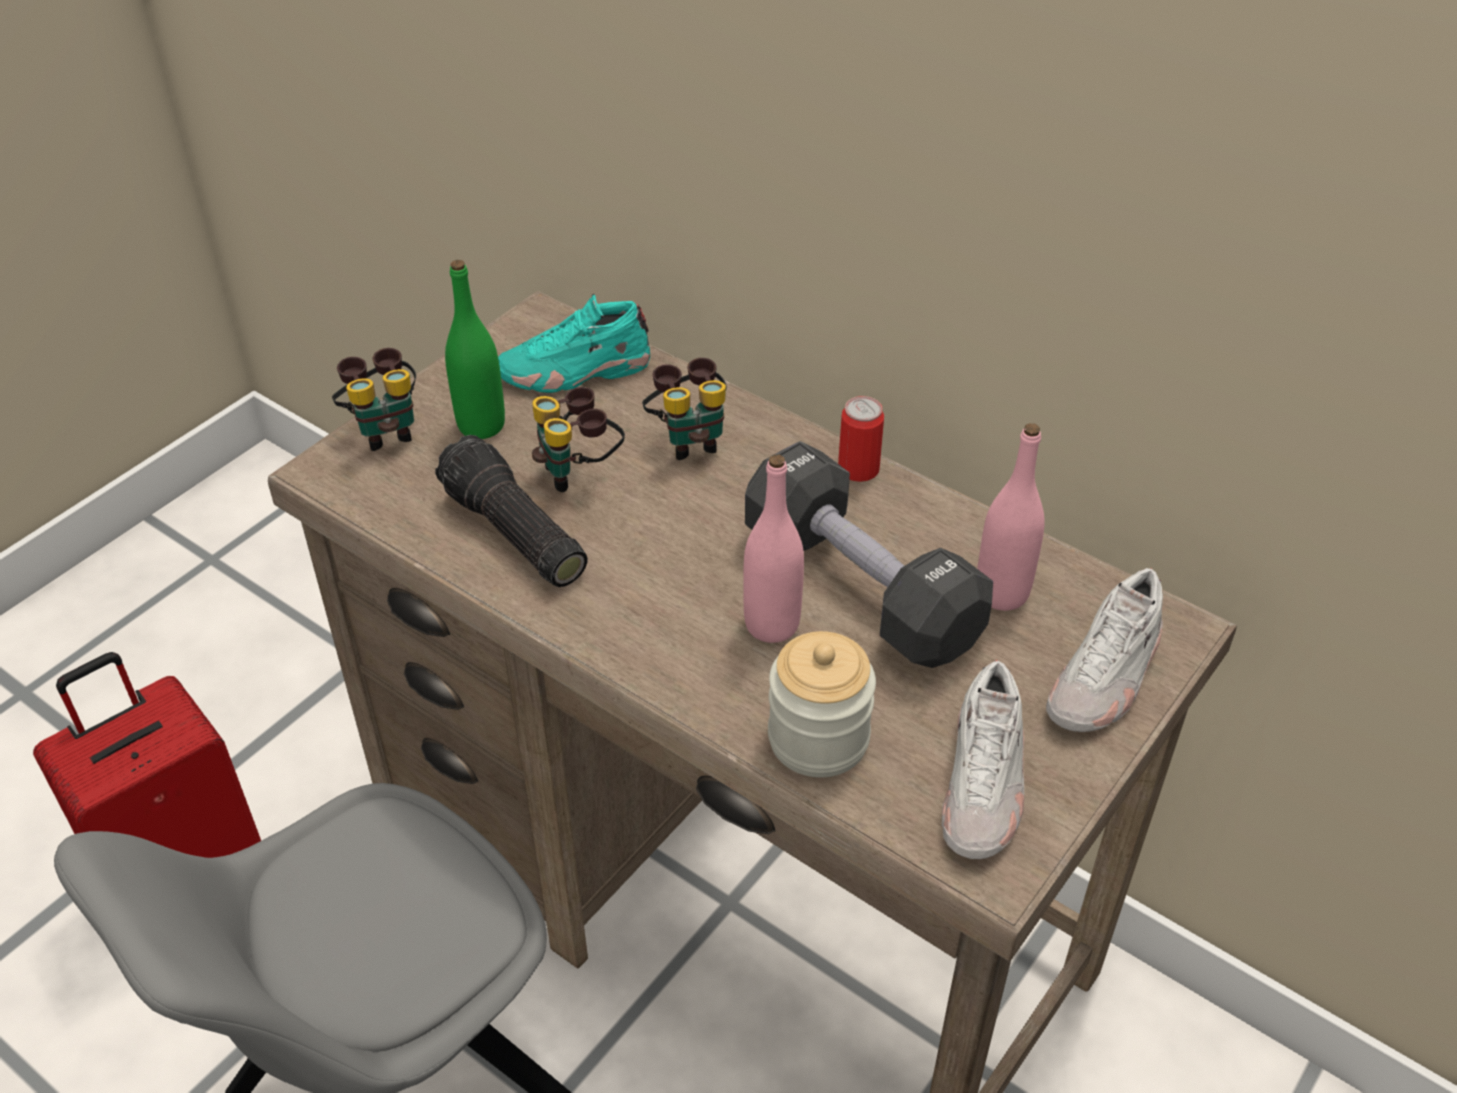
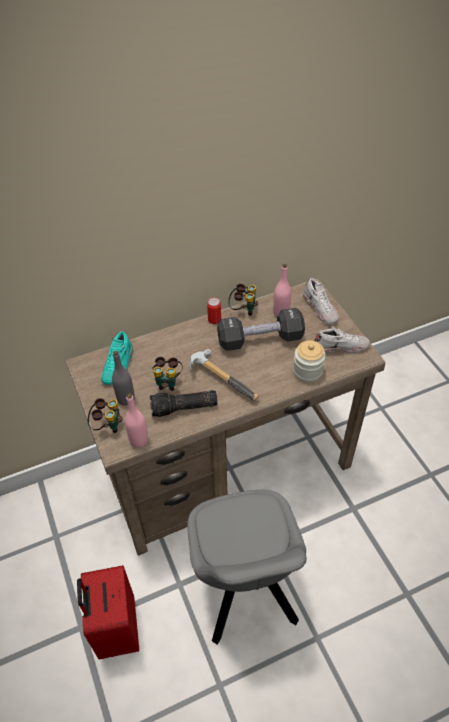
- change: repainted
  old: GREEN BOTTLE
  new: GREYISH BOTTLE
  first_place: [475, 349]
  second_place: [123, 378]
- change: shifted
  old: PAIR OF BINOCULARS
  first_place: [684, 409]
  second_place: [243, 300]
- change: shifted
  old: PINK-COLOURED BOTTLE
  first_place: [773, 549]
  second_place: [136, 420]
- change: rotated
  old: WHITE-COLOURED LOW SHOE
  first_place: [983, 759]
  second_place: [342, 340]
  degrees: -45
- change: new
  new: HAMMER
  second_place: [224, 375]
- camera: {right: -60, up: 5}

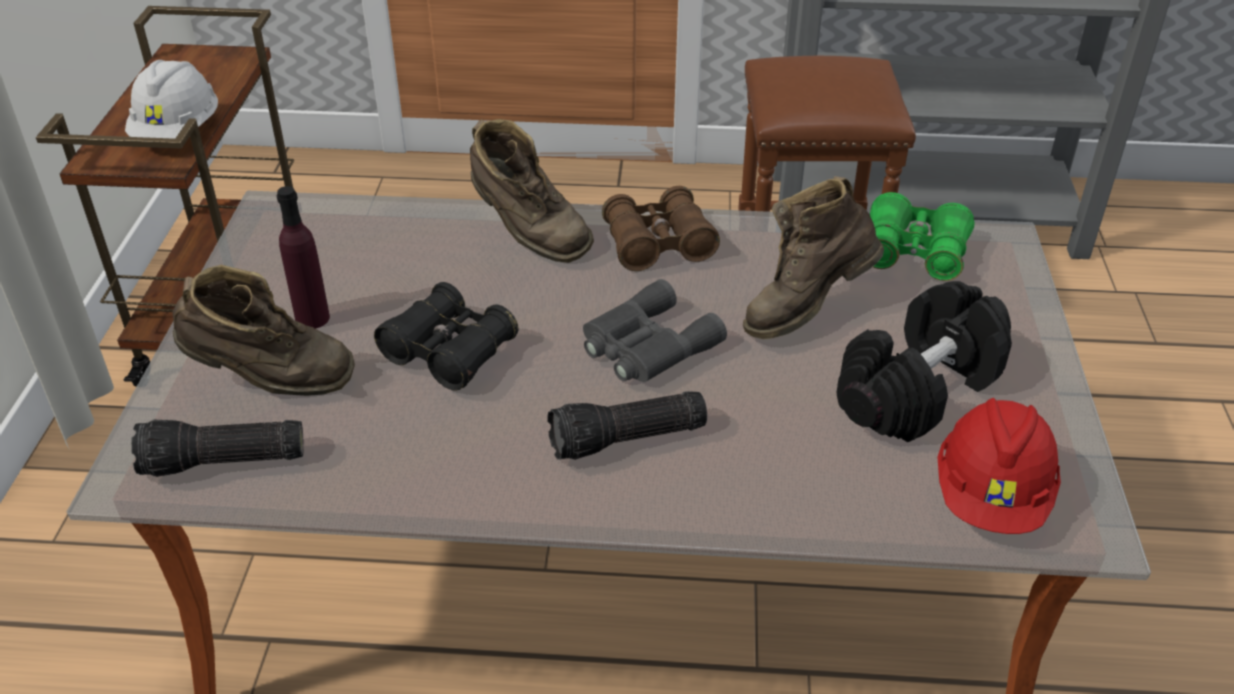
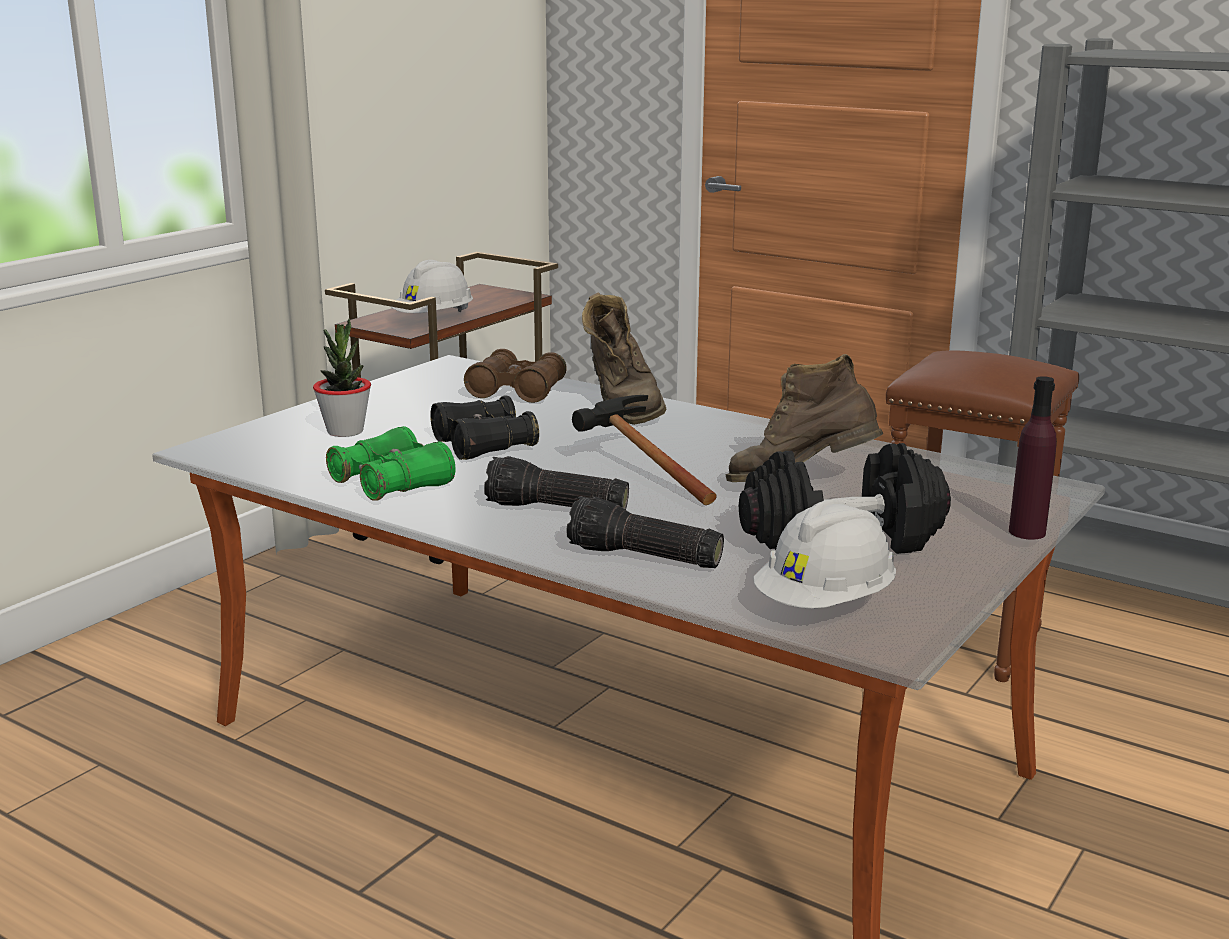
- change: shifted
  old: FLASHLIGHT
  first_place: [217, 448]
  second_place: [645, 532]
- change: swapped
  old: BROWN HIGH-TOP BOOT
  new: PLANT IN A POT
  first_place: [263, 330]
  second_place: [342, 378]
- change: shifted
  old: PURPLE BOTTLE
  first_place: [303, 257]
  second_place: [1033, 458]
- change: swapped
  old: GREYISH PAIR OF BINOCULARS
  new: HAMMER
  first_place: [655, 330]
  second_place: [644, 450]
- change: shifted
  old: BROWN PAIR OF BINOCULARS
  first_place: [661, 228]
  second_place: [515, 376]
- change: shifted
  old: GREEN PAIR OF BINOCULARS
  first_place: [922, 236]
  second_place: [390, 463]
- change: repainted
  old: RED-COLOURED HARD HAT
  new: WHITE-COLOURED HARD HAT
  first_place: [999, 466]
  second_place: [824, 554]
- camera: {right: 30, up: -20}

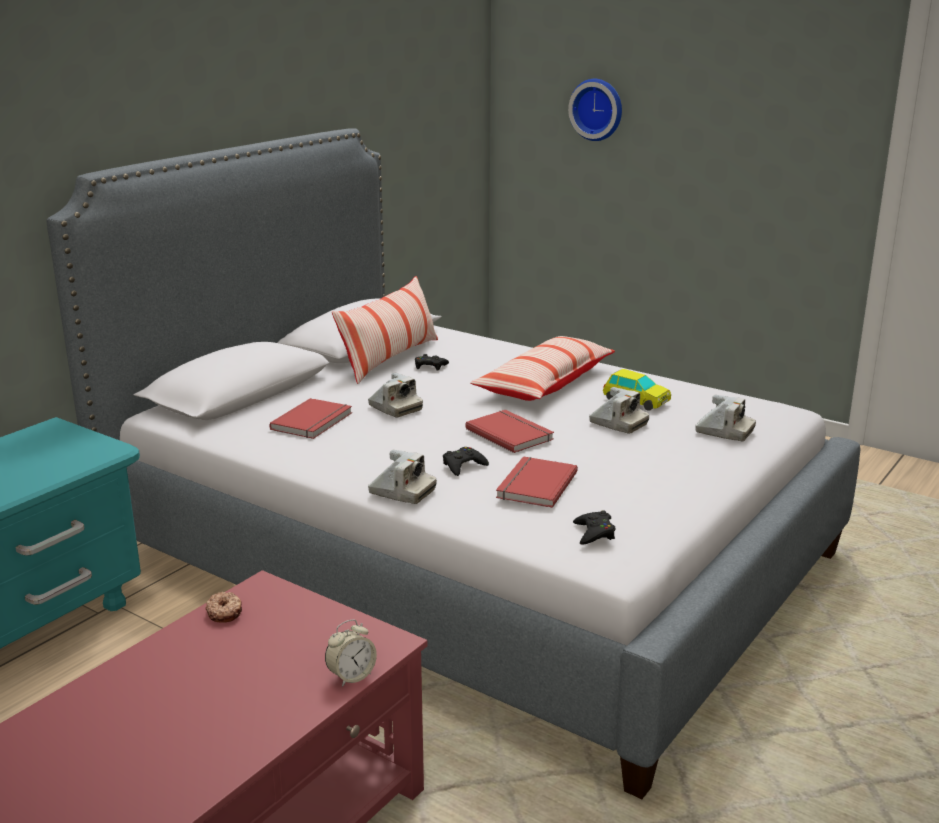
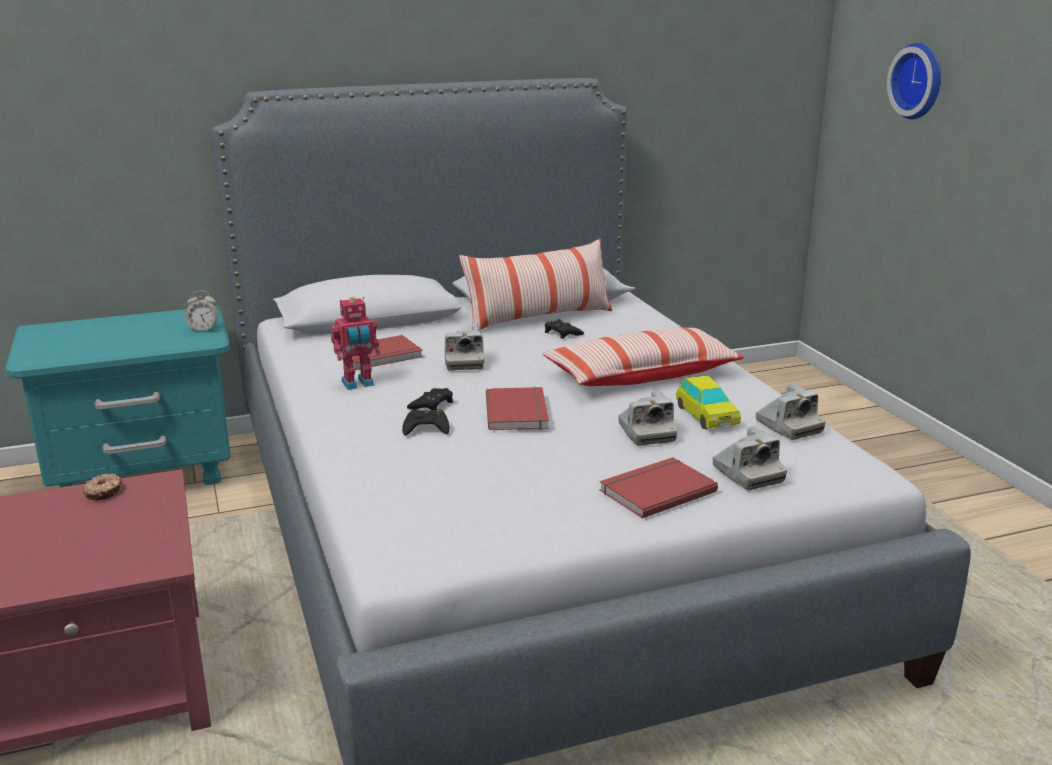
- change: shifted
  old: BEDSIDE CLOCK
  first_place: [351, 653]
  second_place: [202, 311]
- change: shifted
  old: STILL CAMERA
  first_place: [402, 477]
  second_place: [791, 411]
- change: shifted
  old: RED-COLOURED BOUND BOOK
  first_place: [537, 482]
  second_place: [658, 487]
- change: shifted
  old: BLACK GAMEPAD
  first_place: [594, 527]
  second_place: [430, 399]
- change: new
  new: TOY ROBOT
  second_place: [355, 343]
- camera: {right: 35, up: 0}

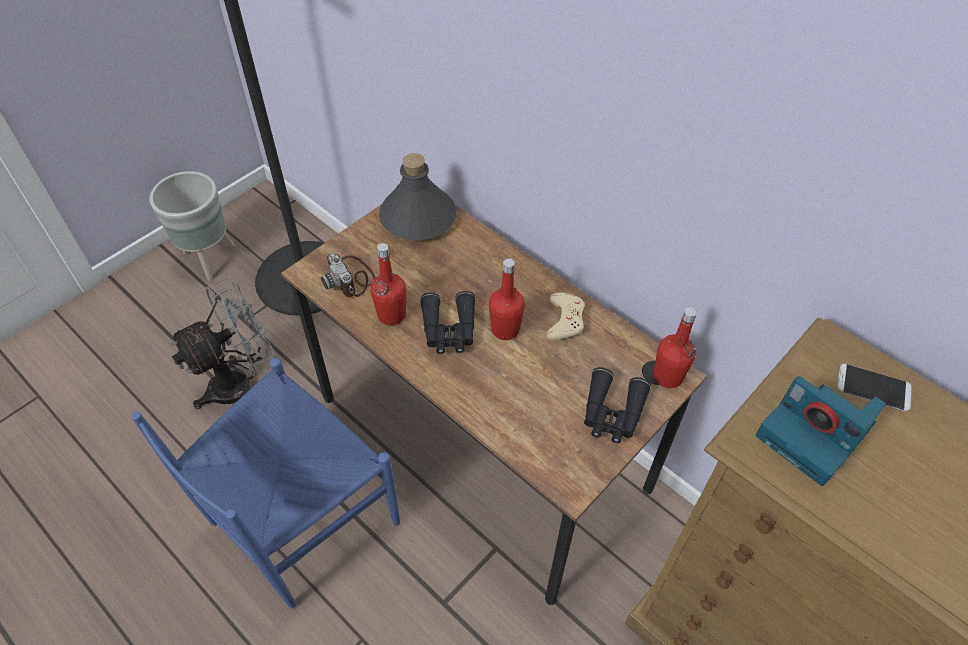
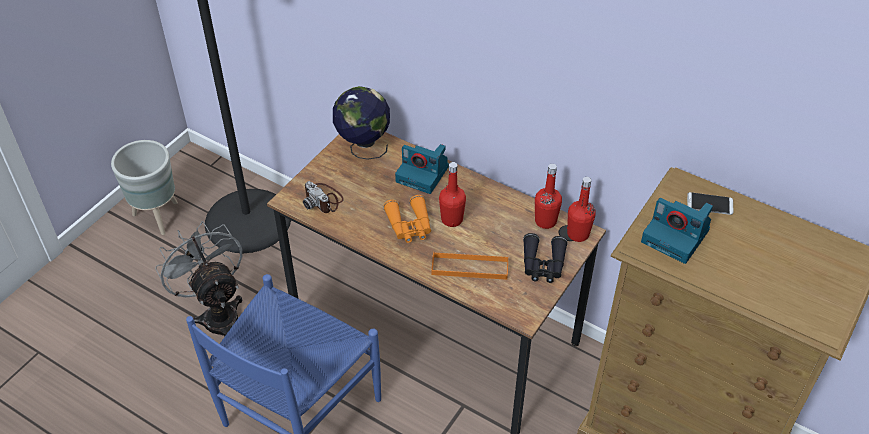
- change: rotated
  old: GREYISH COOLING FAN
  first_place: [222, 343]
  second_place: [198, 278]
  degrees: -75
- change: shifted
  old: RED-COLOURED BOTTLE
  first_place: [388, 284]
  second_place: [548, 196]
- change: swapped
  old: GREYISH BOTTLE
  new: DESK GLOBE
  first_place: [417, 196]
  second_place: [361, 123]
- change: repainted
  old: BLACK PAIR OF BINOCULARS
  new: ORANGEY PAIR OF BINOCULARS
  first_place: [448, 322]
  second_place: [407, 219]
- change: gone
  old: SAND-COLOURED GAMEPAD
  first_place: [565, 316]
- change: new
  new: STILL CAMERA
  second_place: [422, 169]
- change: new
  new: ORANGEY SERVING TRAY
  second_place: [470, 266]
- camera: {right: -10, up: -5}

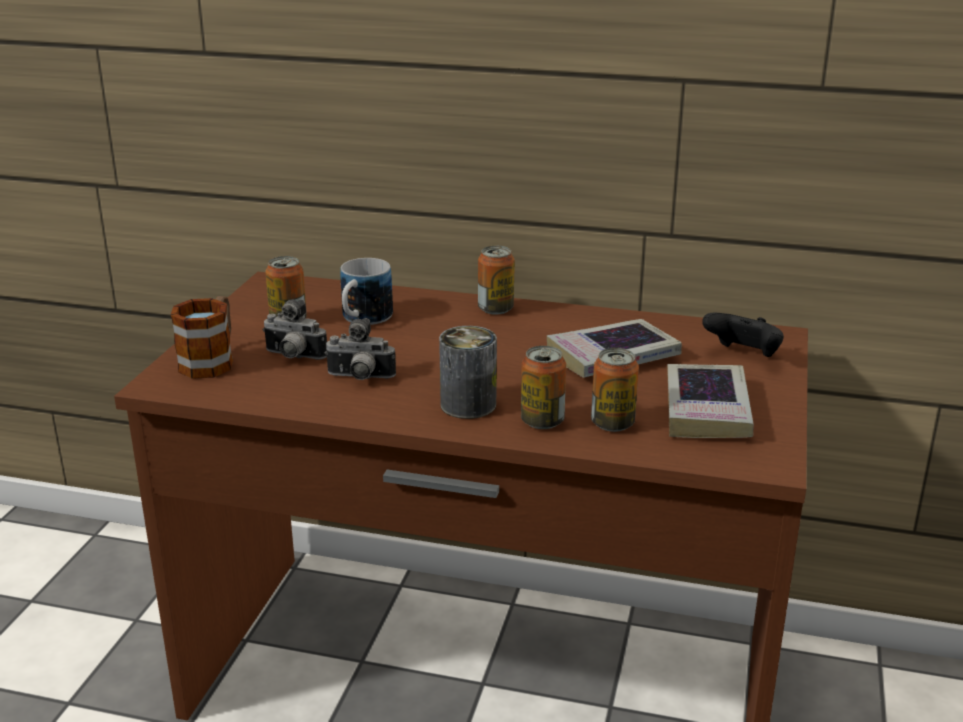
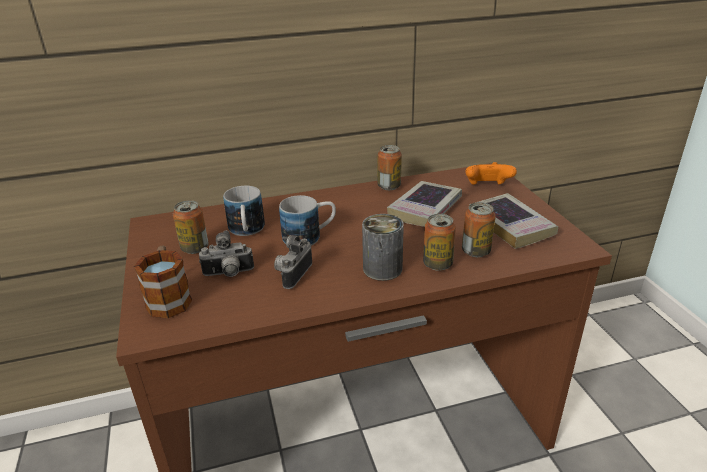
- change: rotated
  old: STILL CAMERA
  first_place: [360, 349]
  second_place: [293, 262]
  degrees: 135
- change: shifted
  old: CAN
  first_place: [496, 280]
  second_place: [389, 167]
- change: repainted
  old: BLACK GAMEPAD
  new: ORANGEY GAMEPAD
  first_place: [743, 335]
  second_place: [491, 173]
- change: new
  new: MUG
  second_place: [307, 220]
- camera: {right: -30, up: 5}

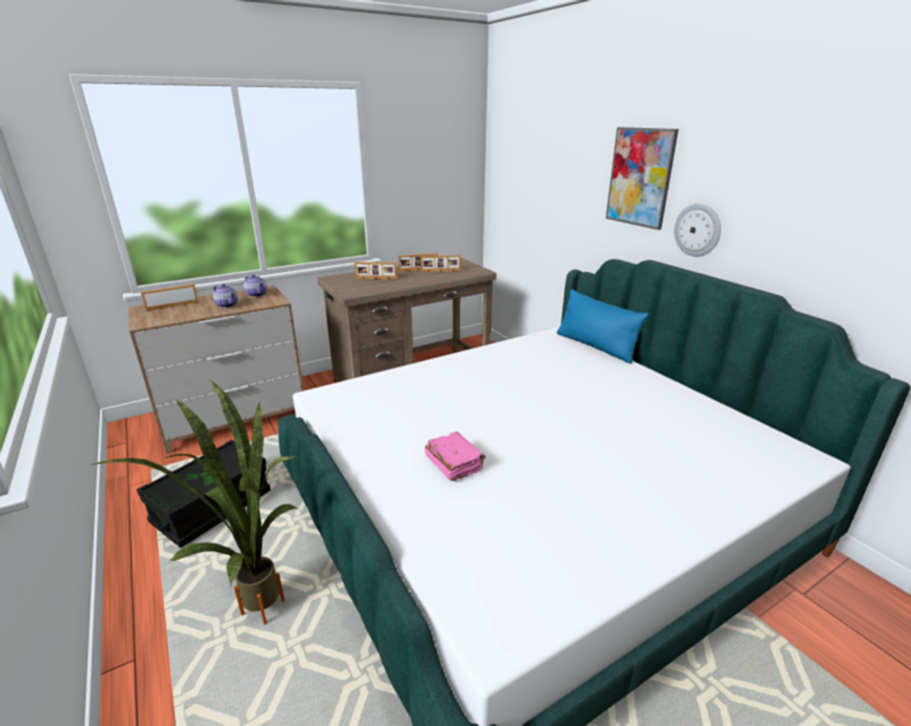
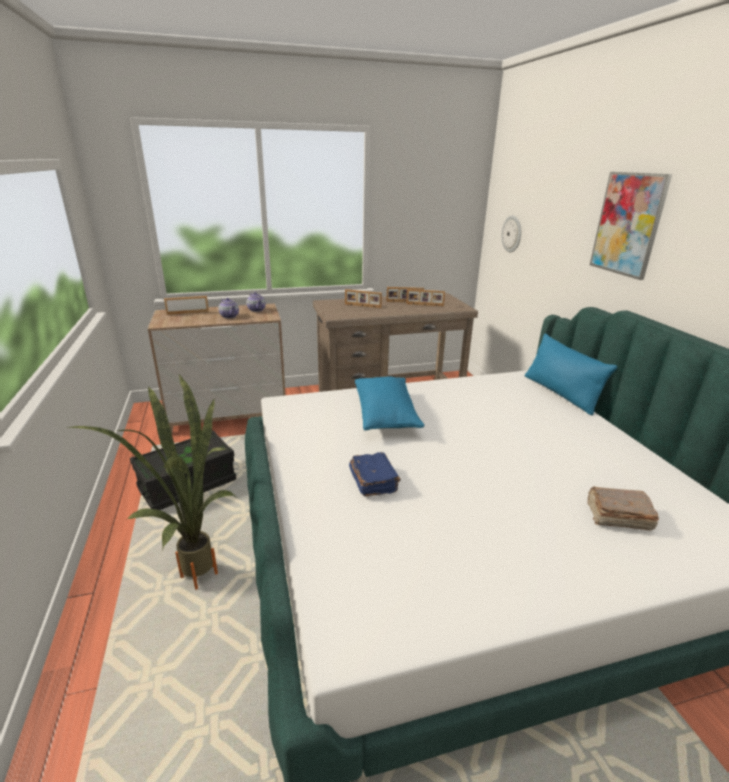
- change: repainted
  old: PINK-COLOURED BOUND BOOK
  new: BLUE-COLOURED BOUND BOOK
  first_place: [455, 456]
  second_place: [375, 474]
- change: shifted
  old: WALL CLOCK
  first_place: [697, 230]
  second_place: [511, 233]
- change: new
  new: BLUE-COLOURED THROW PILLOW
  second_place: [390, 403]
- change: new
  new: BROWN BOUND BOOK
  second_place: [623, 508]
- camera: {right: 15, up: 0}

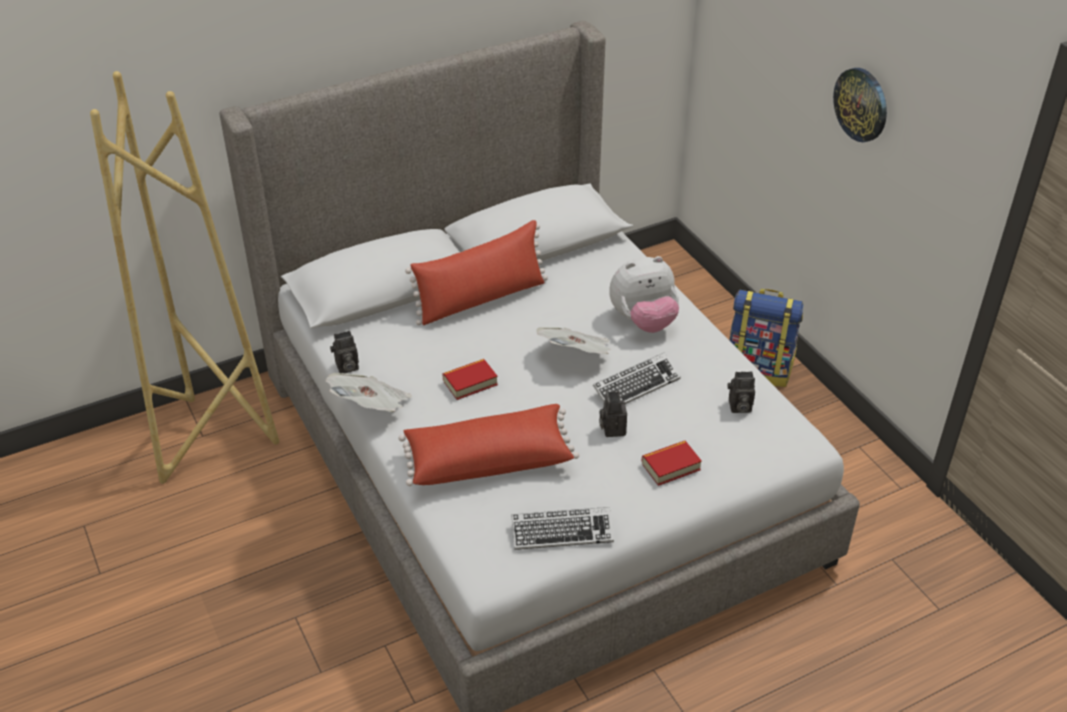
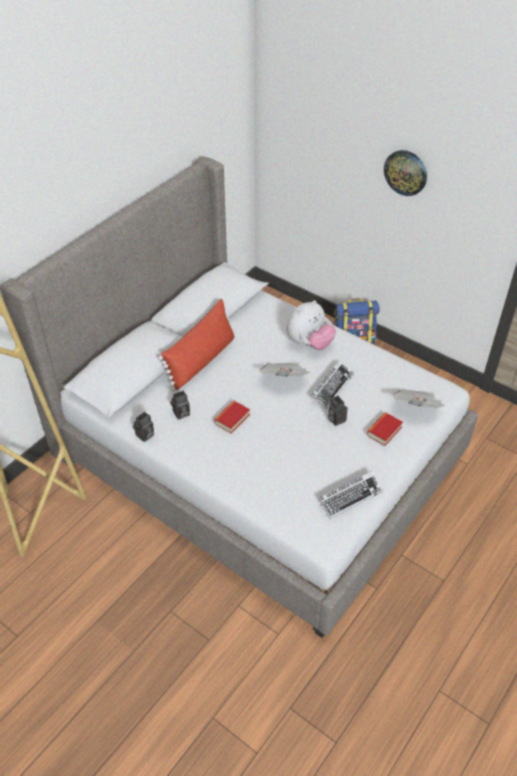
- change: shifted
  old: NEWSPAPER
  first_place: [369, 392]
  second_place: [418, 398]
- change: gone
  old: RED-COLOURED THROW PILLOW
  first_place: [489, 445]
- change: shifted
  old: STILL CAMERA
  first_place: [741, 392]
  second_place: [180, 405]
- camera: {right: -25, up: 5}

